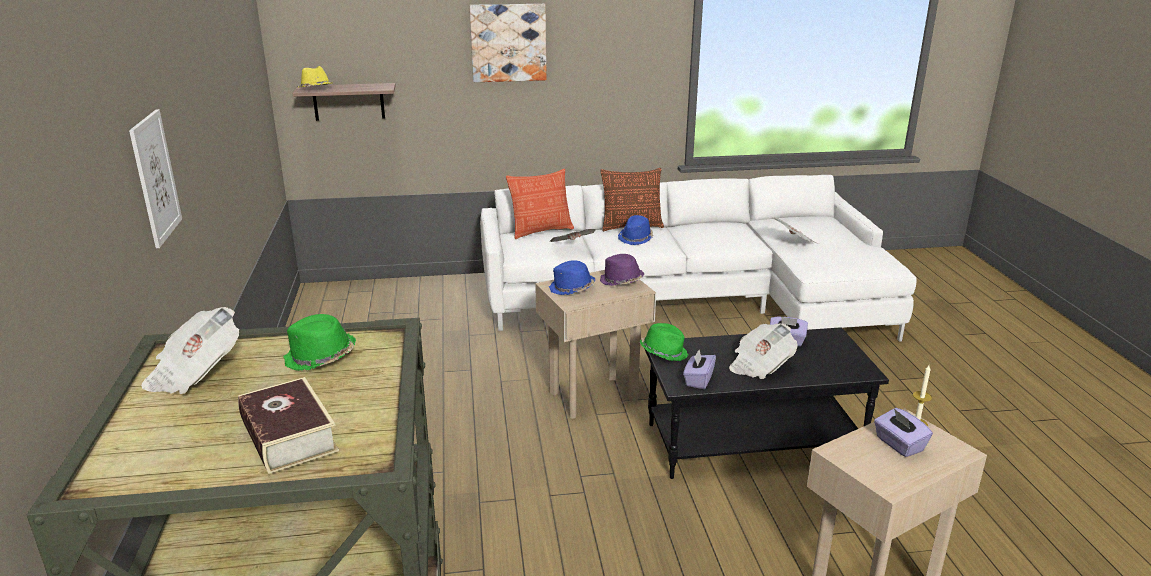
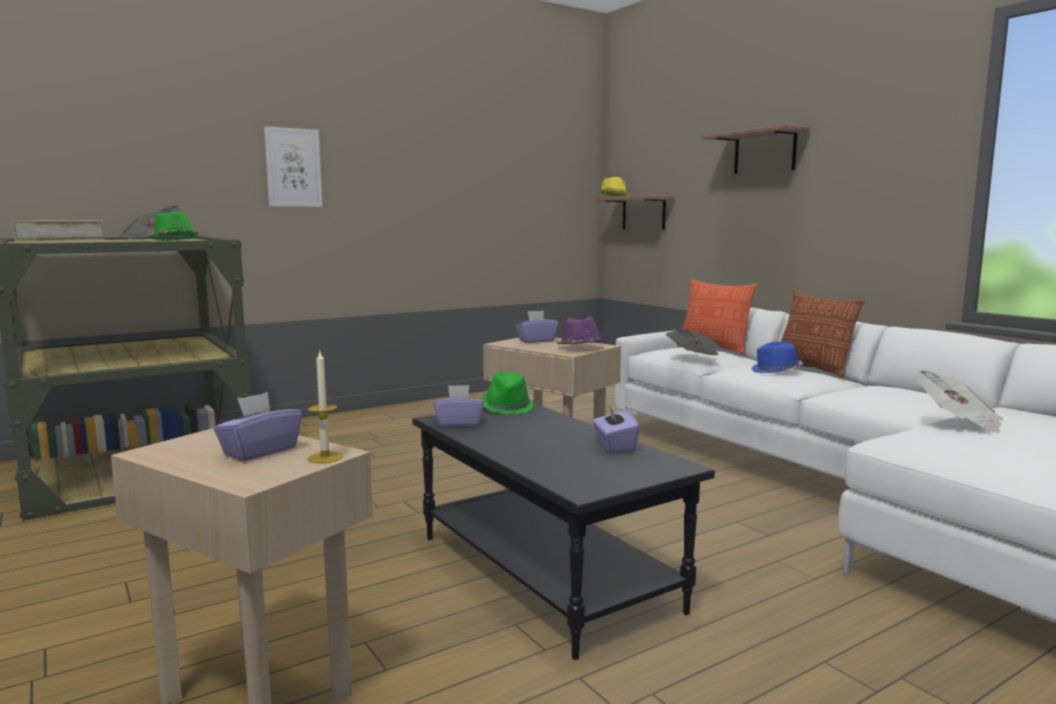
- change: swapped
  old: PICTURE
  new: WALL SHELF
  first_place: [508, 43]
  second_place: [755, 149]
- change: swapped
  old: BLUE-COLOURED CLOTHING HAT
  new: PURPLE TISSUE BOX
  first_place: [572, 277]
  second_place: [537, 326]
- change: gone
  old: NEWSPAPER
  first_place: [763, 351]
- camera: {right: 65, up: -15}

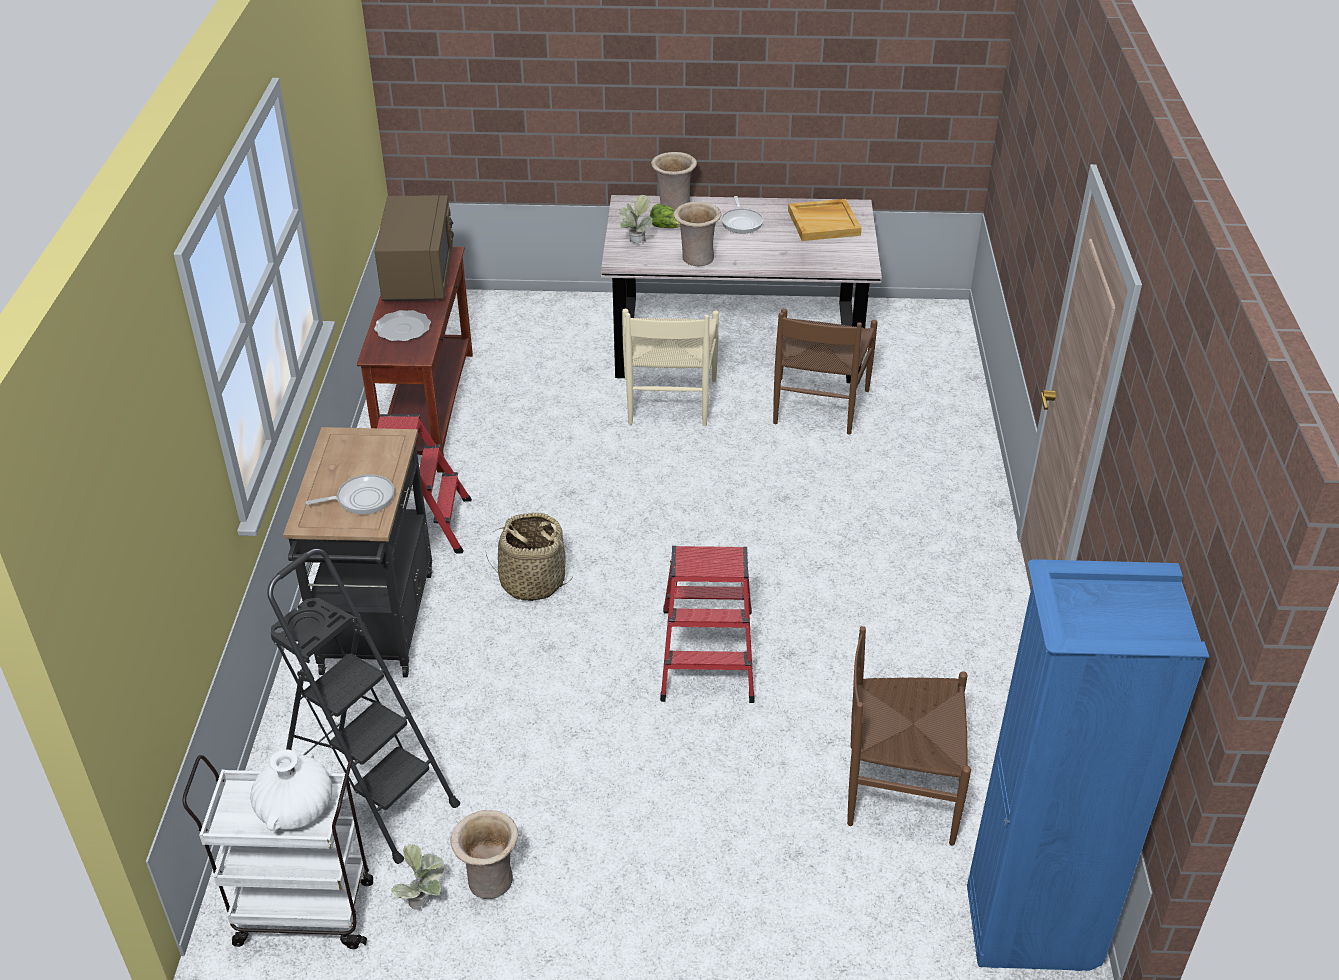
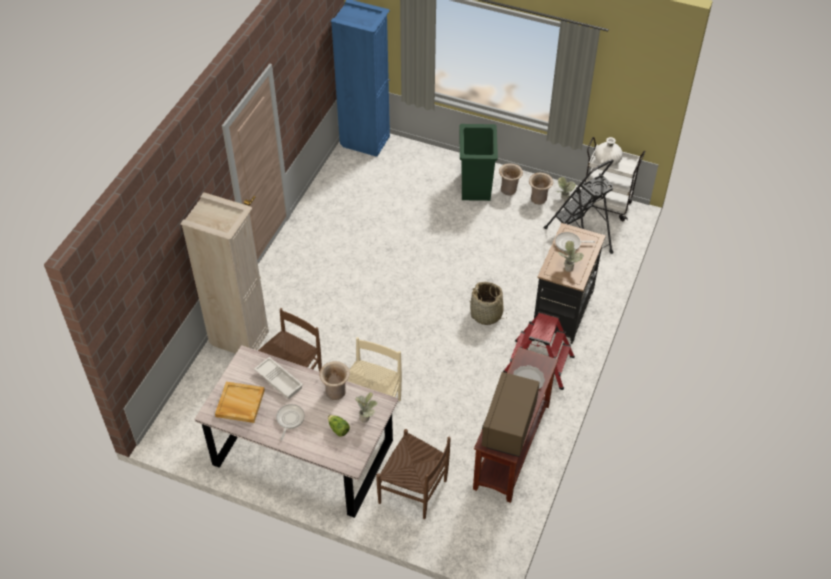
- change: shifted
  old: SAND-COLOURED FLOWER VASE
  first_place: [674, 181]
  second_place: [511, 179]
- change: gone
  old: RED-COLOURED STEPLADDER
  first_place: [707, 624]
- change: shifted
  old: BROWN PLAIN CHAIR
  first_place: [909, 736]
  second_place: [413, 474]
- change: new
  new: SAND-COLOURED STORAGE CABINET
  second_place: [224, 273]
- change: new
  new: WHITE-COLOURED SERVING TRAY
  second_place: [278, 378]
- change: new
  new: GREEN WASTE BIN
  second_place: [479, 162]
- change: new
  new: PLANT IN A POT
  second_place: [571, 256]
- camera: {right: -160, up: 10}

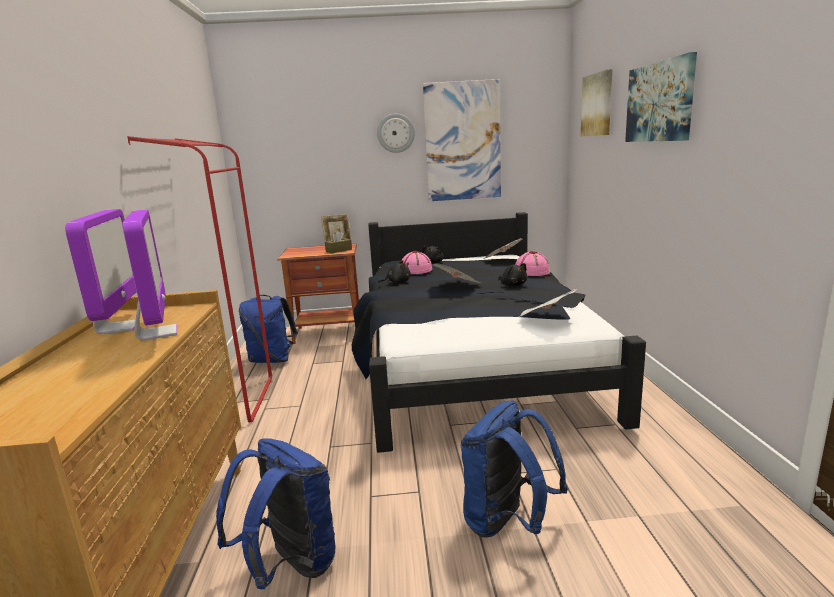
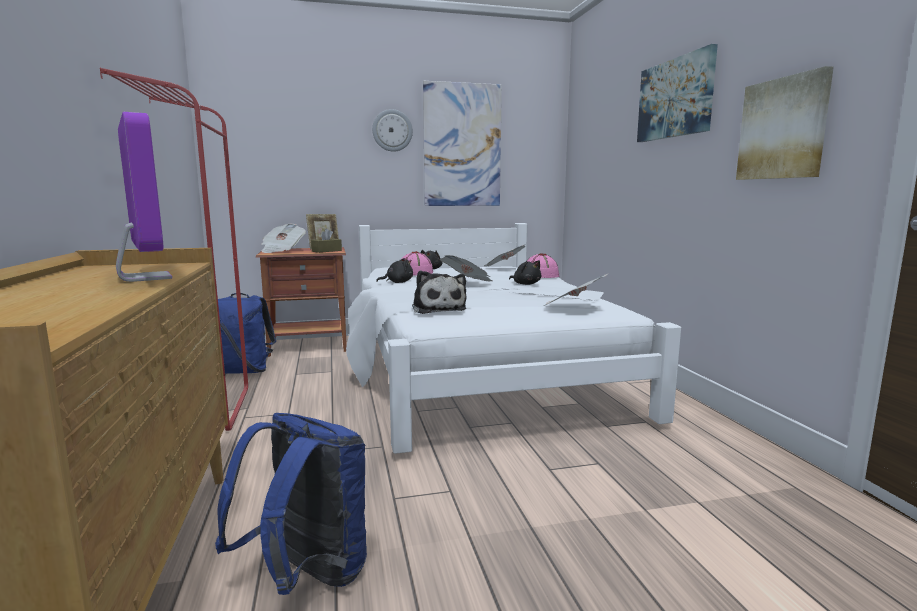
- change: gone
  old: COMPUTER SCREEN
  first_place: [103, 271]
- change: repainted
  old: BLACK SLEEPING BED
  new: WHITE-COLOURED SLEEPING BED
  first_place: [499, 332]
  second_place: [513, 338]
- change: gone
  old: BLUE-COLOURED RUCKSACK
  first_place: [514, 469]
- change: shifted
  old: PICTURE
  first_place: [596, 102]
  second_place: [785, 123]
- change: new
  new: NEWSPAPER
  second_place: [283, 238]
- change: new
  new: PLUSH TOY
  second_place: [439, 292]
- camera: {right: -10, up: -5}

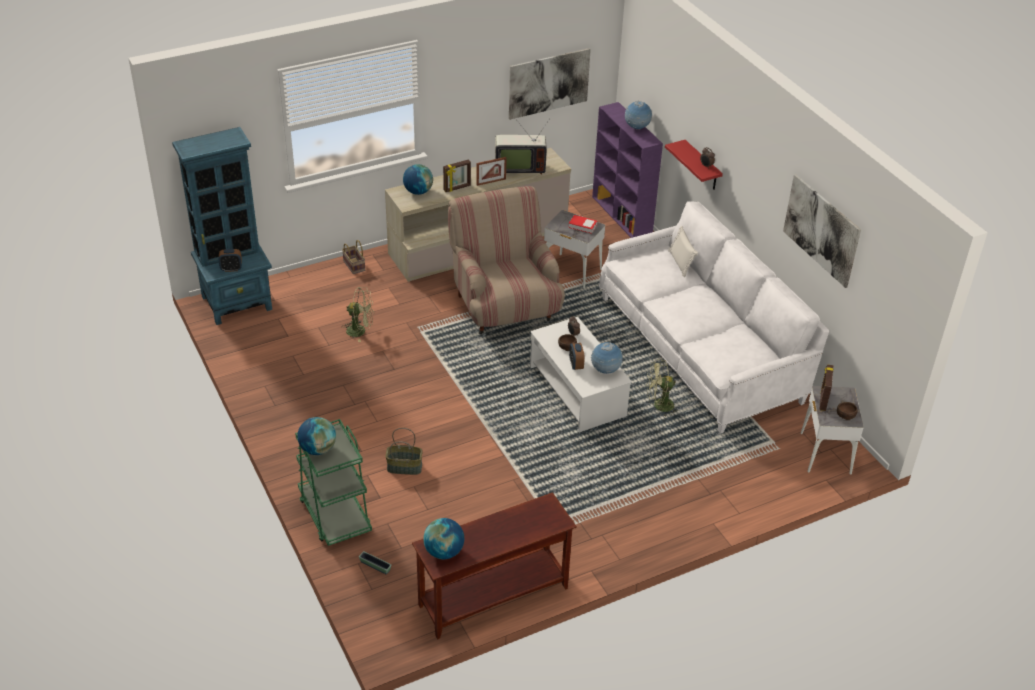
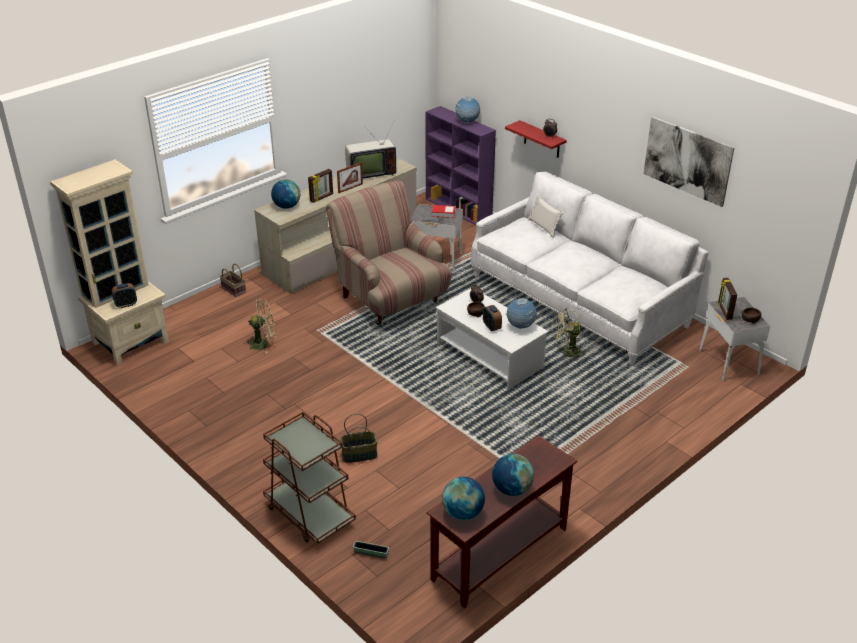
- change: repainted
  old: BLUE-COLOURED STORAGE CABINET
  new: SAND-COLOURED STORAGE CABINET
  first_place: [222, 226]
  second_place: [109, 262]
- change: repainted
  old: GREEN CART
  new: BROWN CART
  first_place: [333, 482]
  second_place: [309, 478]
- change: shifted
  old: DESK GLOBE
  first_place: [316, 436]
  second_place: [513, 475]
- change: gone
  old: PICTURE
  first_place: [550, 84]
- camera: {right: -15, up: -5}

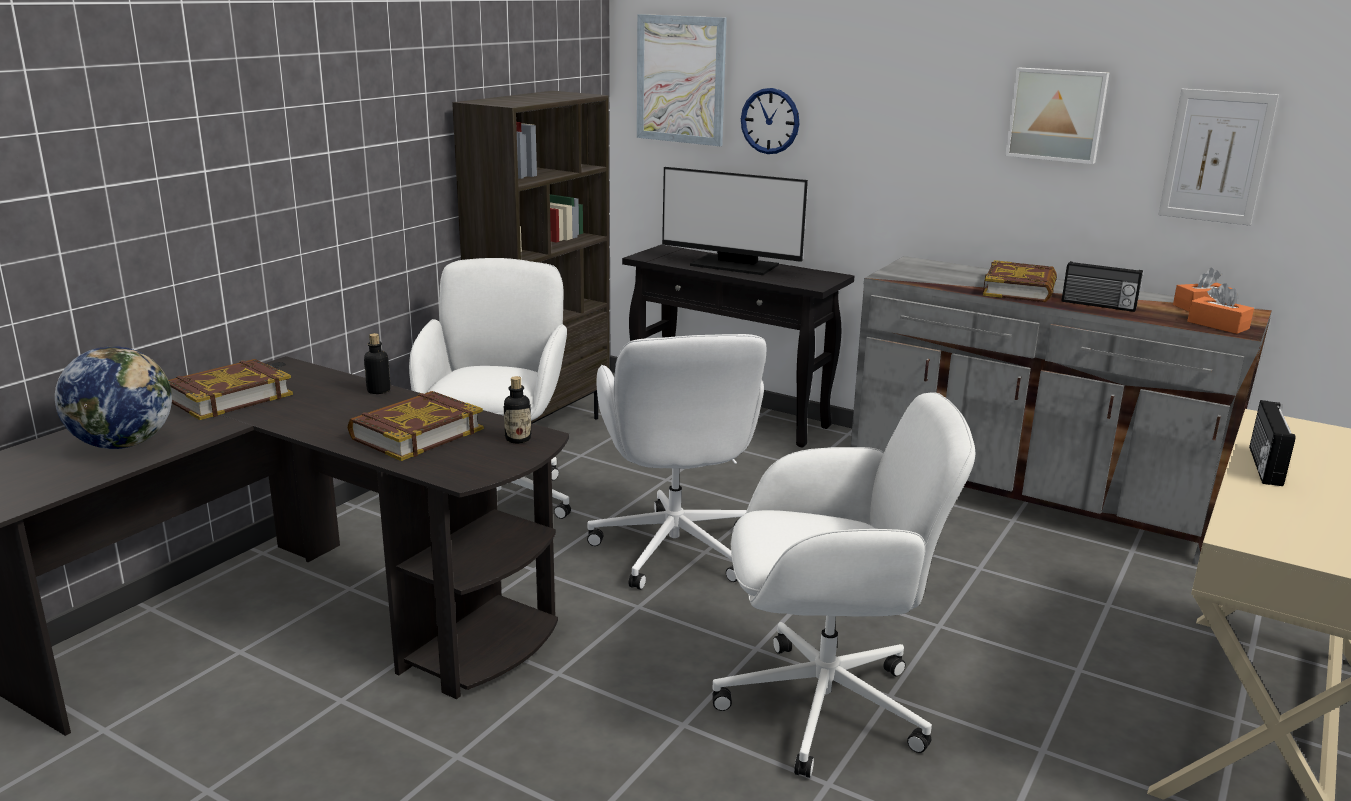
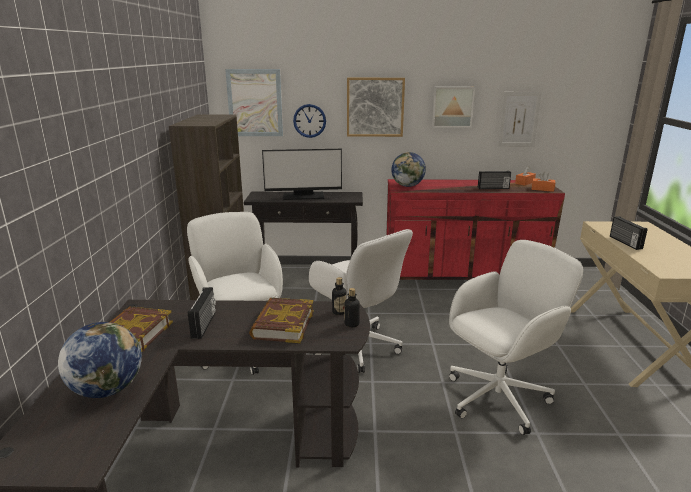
- change: shifted
  old: BOTTLE
  first_place: [377, 363]
  second_place: [352, 307]
- change: repainted
  old: GREYISH STORAGE CABINET
  new: RED-COLOURED STORAGE CABINET
  first_place: [1061, 410]
  second_place: [475, 229]
- change: gone
  old: BOUND BOOK
  first_place: [1020, 281]
- change: new
  new: RADIO RECEIVER
  second_place: [202, 313]
- change: new
  new: PICTURE
  second_place: [376, 107]
- change: new
  new: DESK GLOBE
  second_place: [408, 169]
- camera: {right: -30, up: 0}

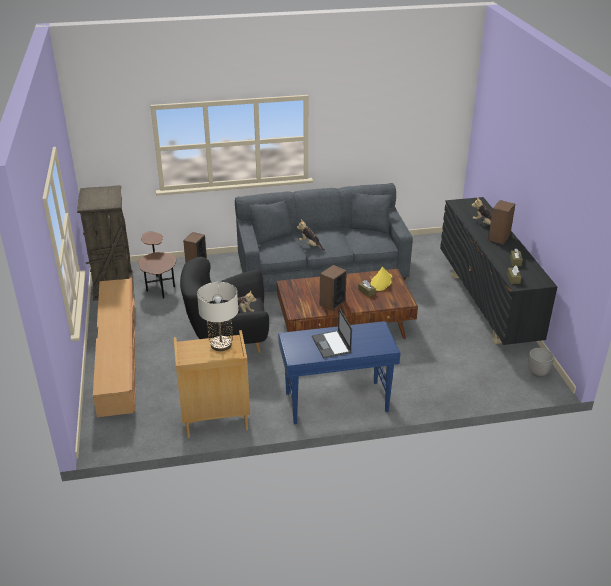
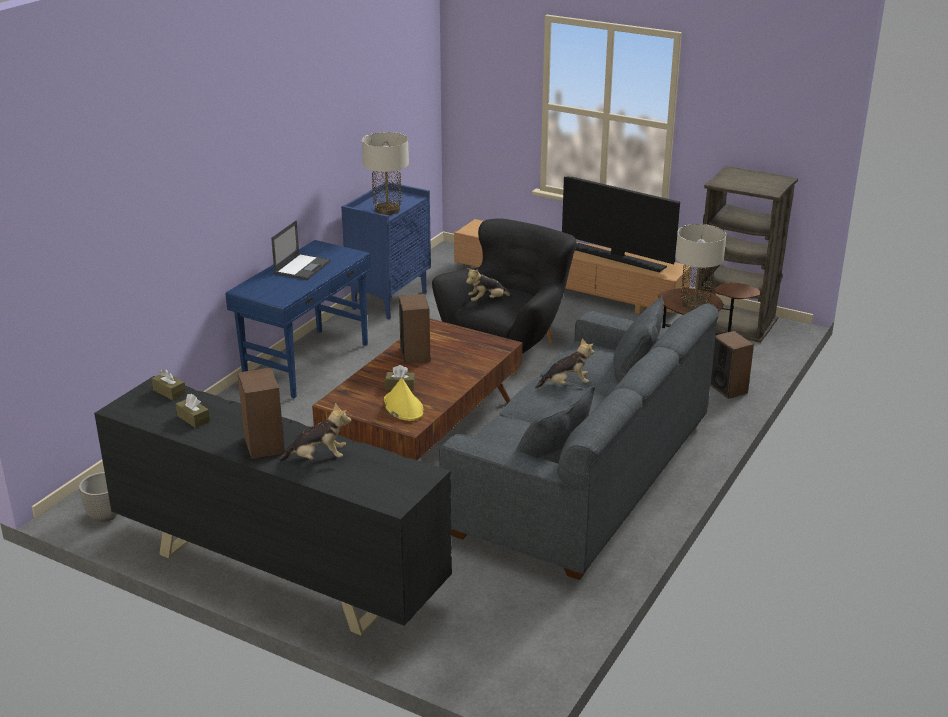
- change: repainted
  old: BROWN STORAGE CABINET
  new: BLUE-COLOURED STORAGE CABINET
  first_place: [212, 384]
  second_place: [386, 250]
- change: rotated
  old: NOTEBOOK COMPUTER
  first_place: [332, 333]
  second_place: [301, 250]
  degrees: 90
- change: new
  new: TV
  second_place: [621, 224]
- change: new
  new: TABLETOP LAMP
  second_place: [700, 267]
- camera: {right: 130, up: -5}

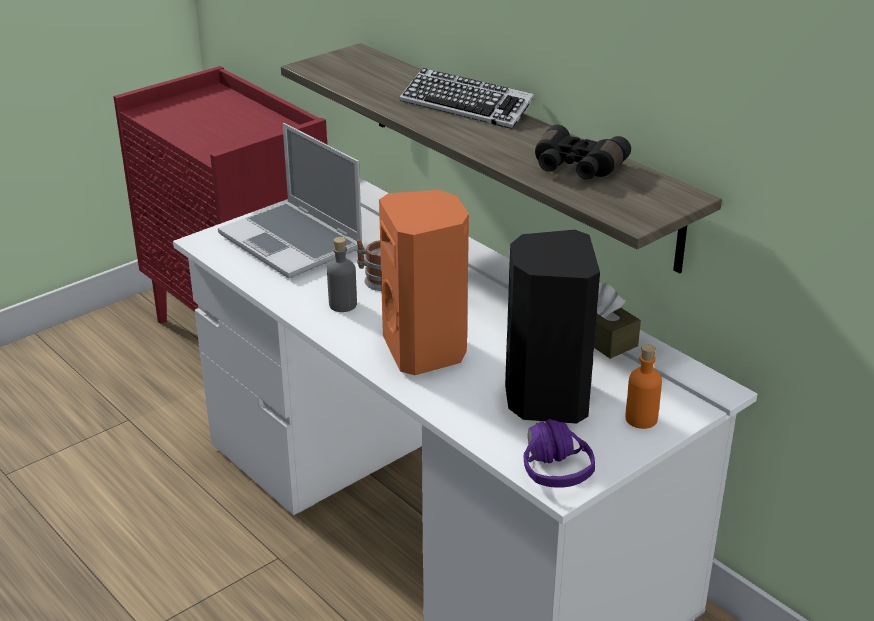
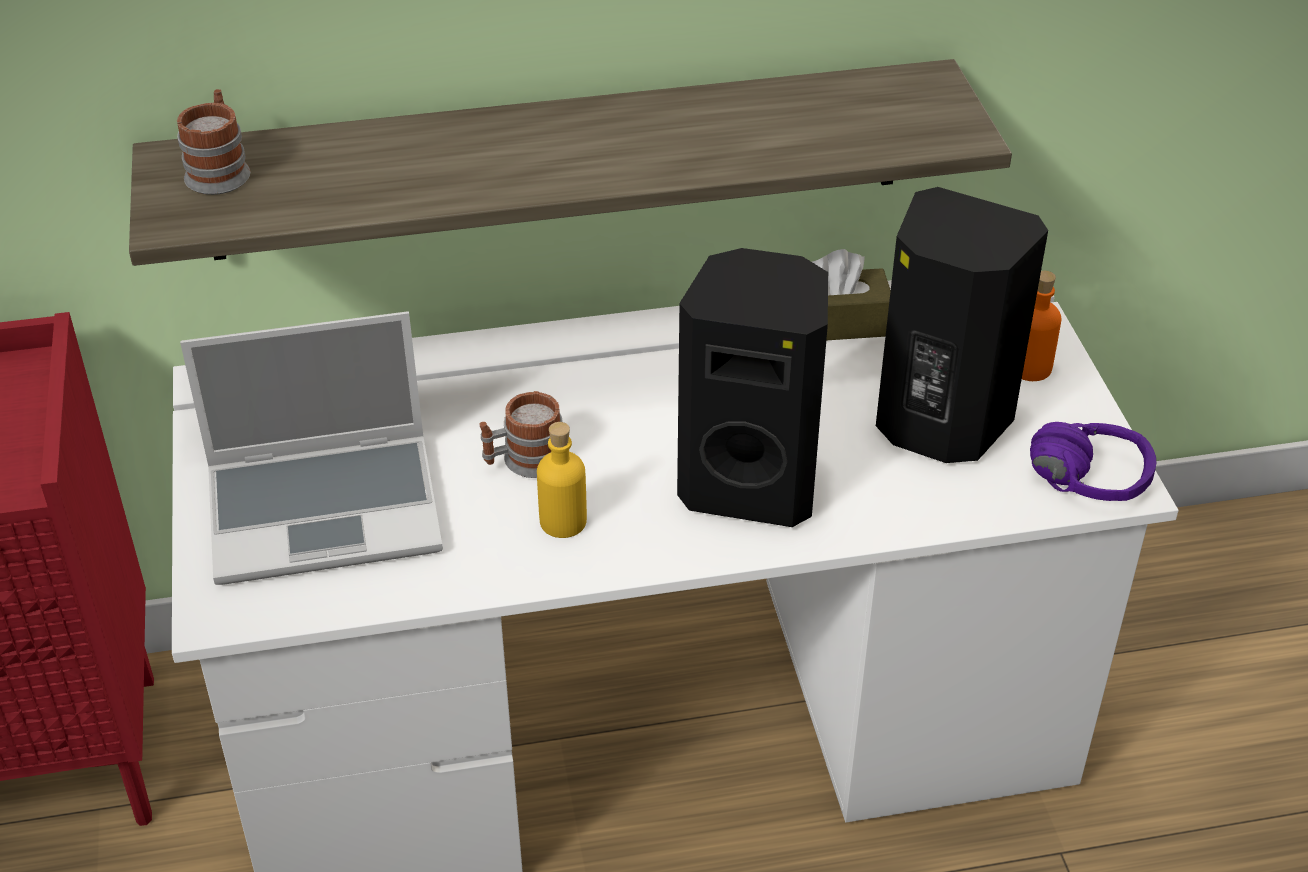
- change: repainted
  old: GREYISH BOTTLE
  new: YELLOW-COLOURED BOTTLE
  first_place: [342, 274]
  second_place: [562, 480]
- change: repainted
  old: ORANGEY AUDIO SPEAKER
  new: BLACK AUDIO SPEAKER
  first_place: [424, 282]
  second_place: [752, 387]
- change: gone
  old: KEYBOARD
  first_place: [467, 98]
- change: gone
  old: BLACK PAIR OF BINOCULARS
  first_place: [583, 152]
- change: new
  new: MUG
  second_place: [213, 142]
- camera: {right: -60, up: 10}

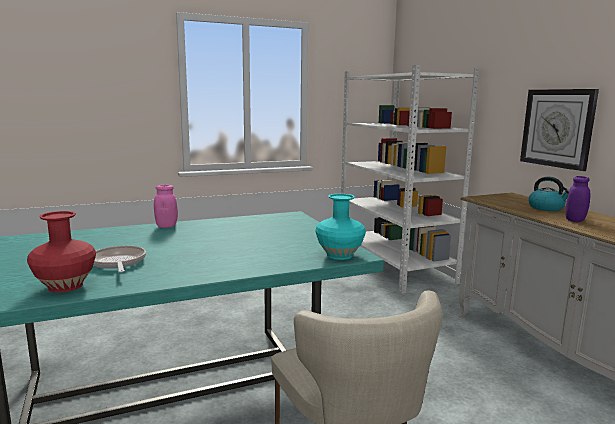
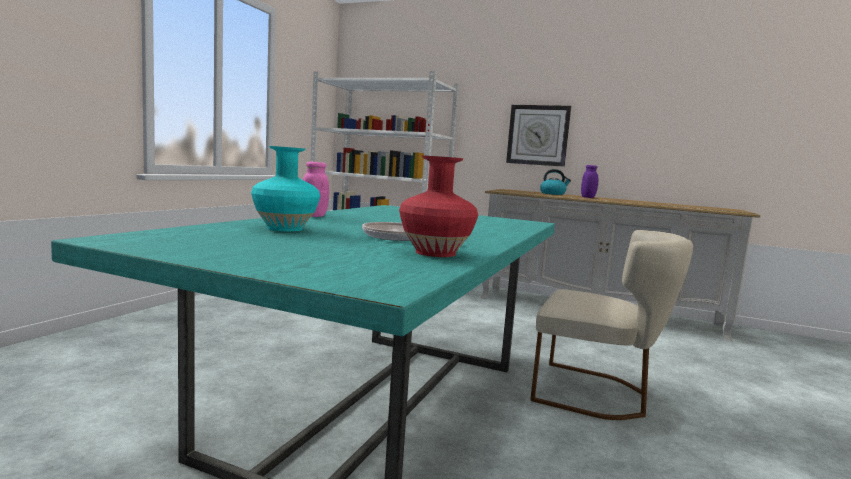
- change: shifted
  old: TURQUOISE-COLOURED FLOWER VASE
  first_place: [340, 227]
  second_place: [285, 188]
- camera: {right: -45, up: -5}

